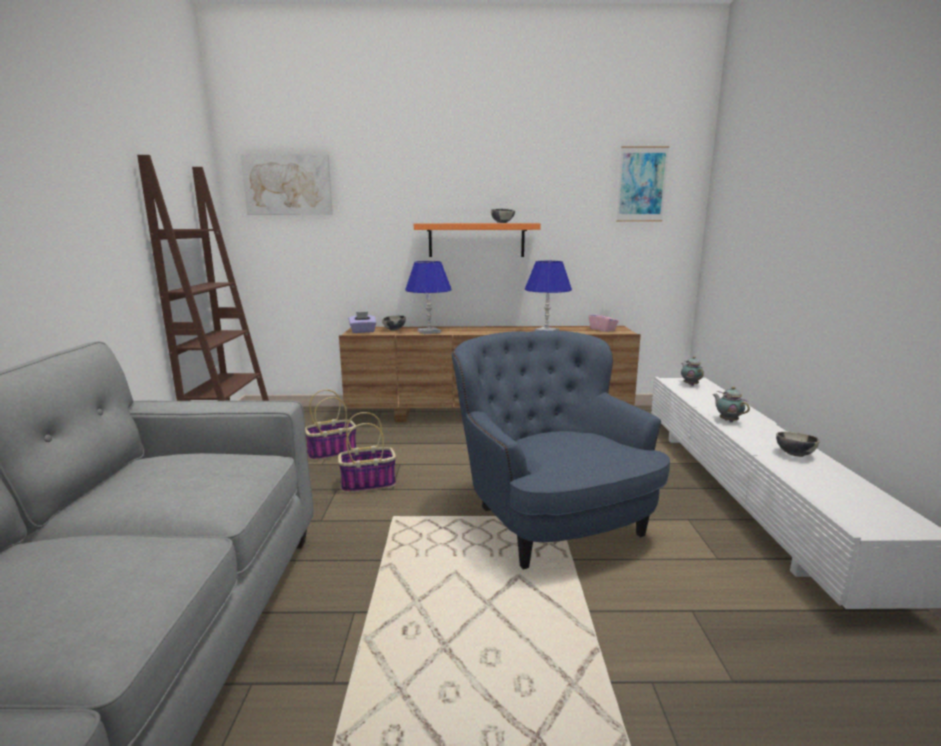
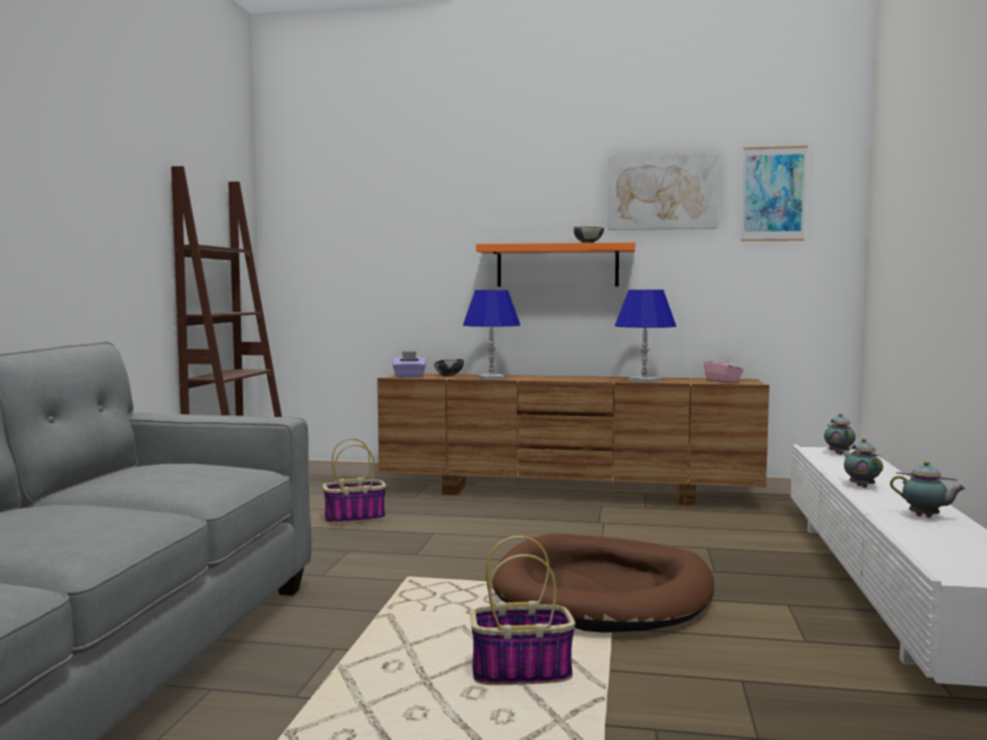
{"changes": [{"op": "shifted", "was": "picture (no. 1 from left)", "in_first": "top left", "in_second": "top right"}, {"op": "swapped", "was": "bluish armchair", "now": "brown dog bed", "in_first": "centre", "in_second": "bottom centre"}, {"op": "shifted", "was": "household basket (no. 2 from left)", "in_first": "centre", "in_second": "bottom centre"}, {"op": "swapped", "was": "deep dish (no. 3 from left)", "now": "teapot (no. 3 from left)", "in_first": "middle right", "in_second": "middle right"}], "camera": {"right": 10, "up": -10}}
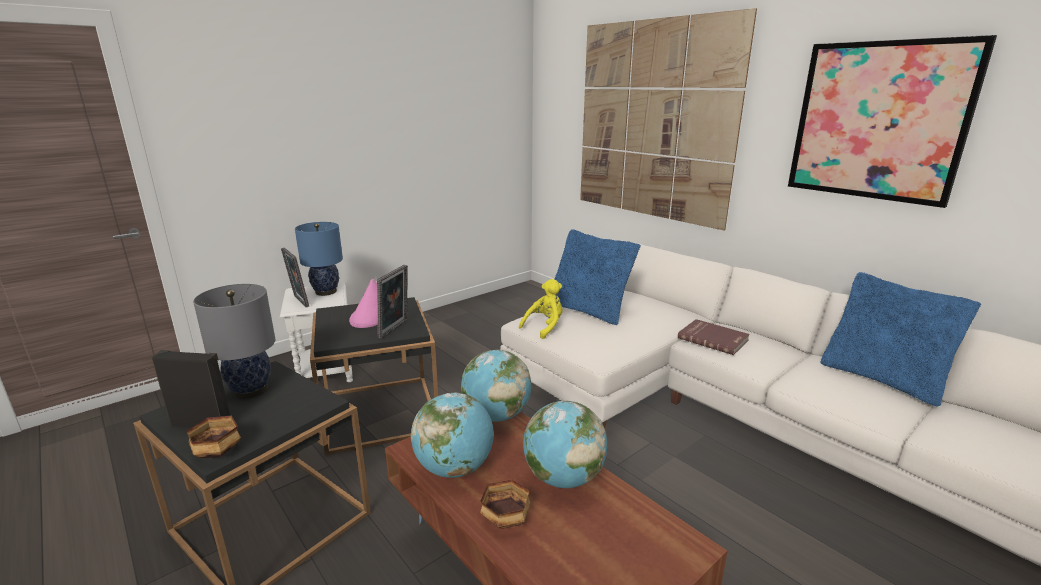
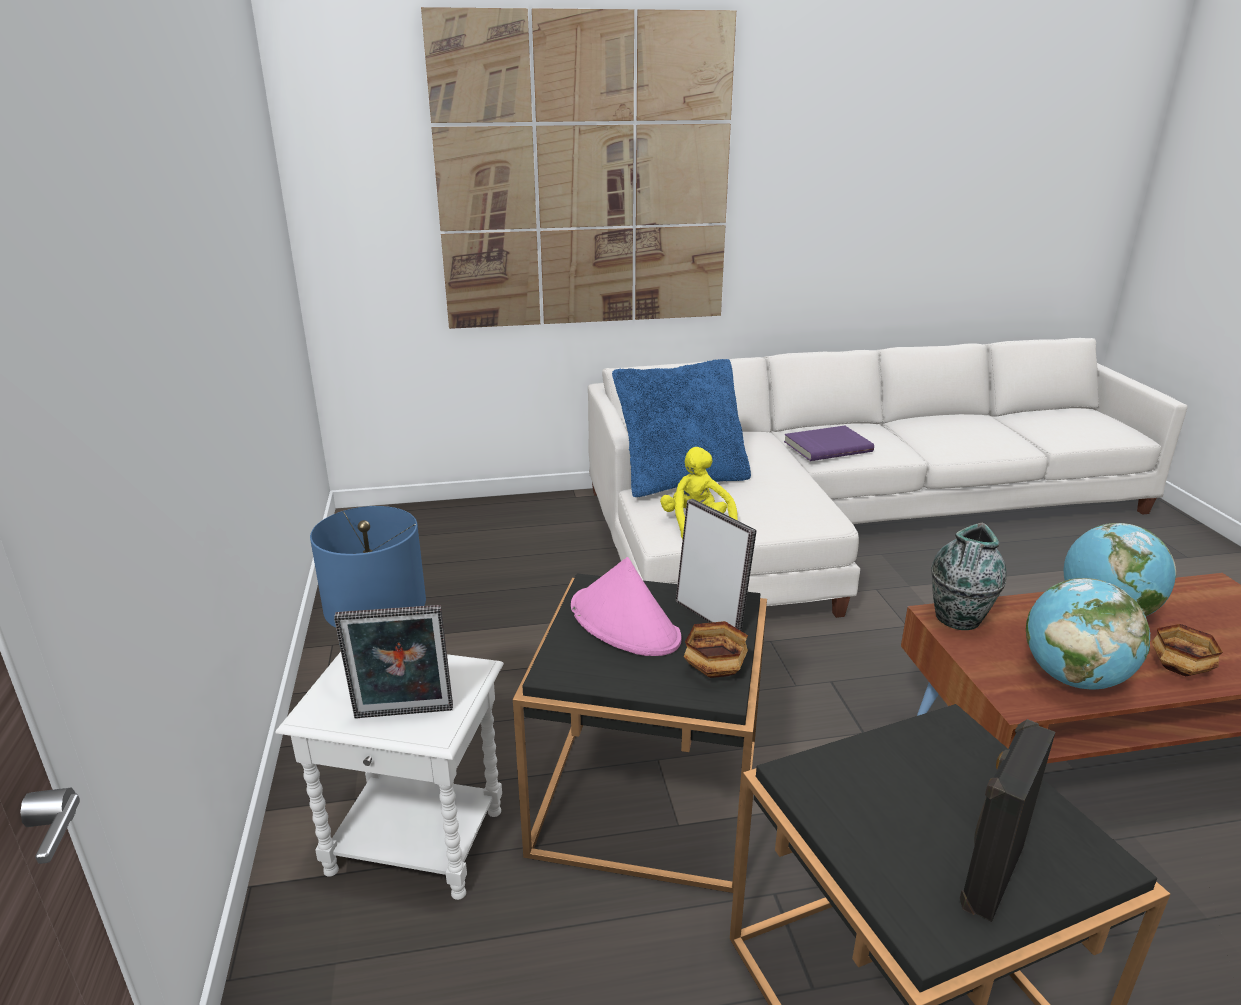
{"changes": [{"op": "gone", "was": "picture (no. 2 from left)", "in_first": "top right"}, {"op": "gone", "was": "bluish pillow (no. 2 from left)", "in_first": "middle right"}, {"op": "gone", "was": "greyish table lamp", "in_first": "middle left"}, {"op": "repainted", "was": "reddish book", "now": "purplish book", "in_first": "middle right", "in_second": "middle right"}, {"op": "swapped", "was": "world globe (no. 2 from left)", "now": "decorative vase", "in_first": "centre", "in_second": "middle right"}, {"op": "shifted", "was": "deep dish (no. 1 from left)", "in_first": "bottom left", "in_second": "centre"}], "camera": {"right": -60, "up": 5}}
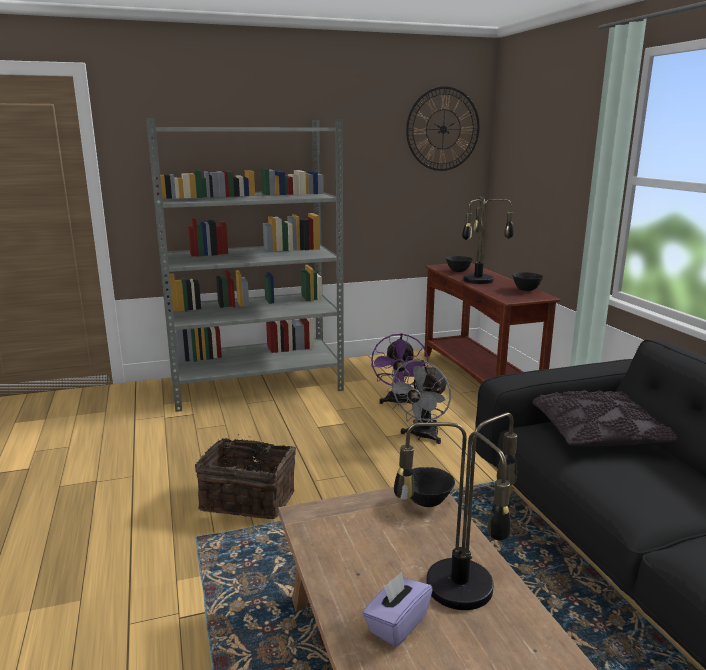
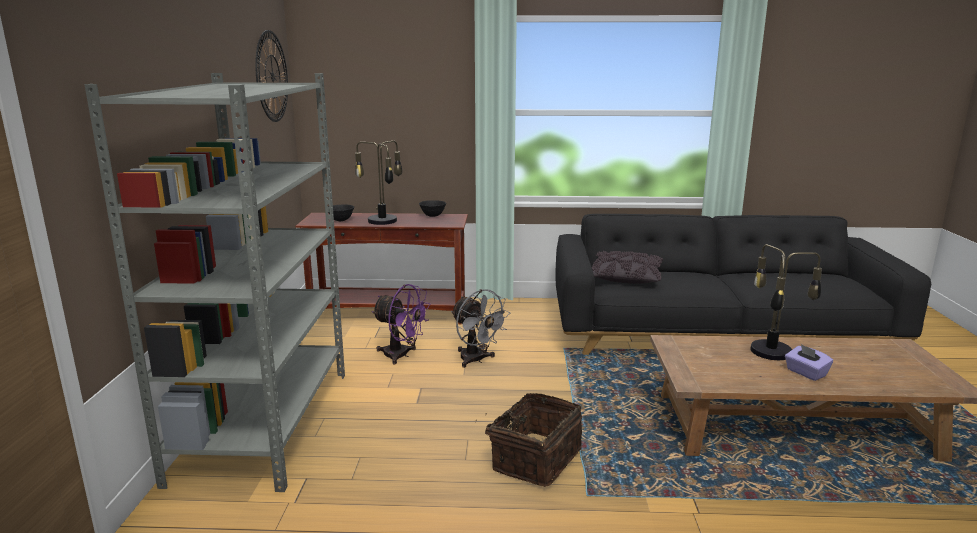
{"changes": [{"op": "gone", "was": "black-coloured deep dish (no. 1 from left)", "in_first": "bottom centre"}], "camera": {"right": -70, "up": 0}}
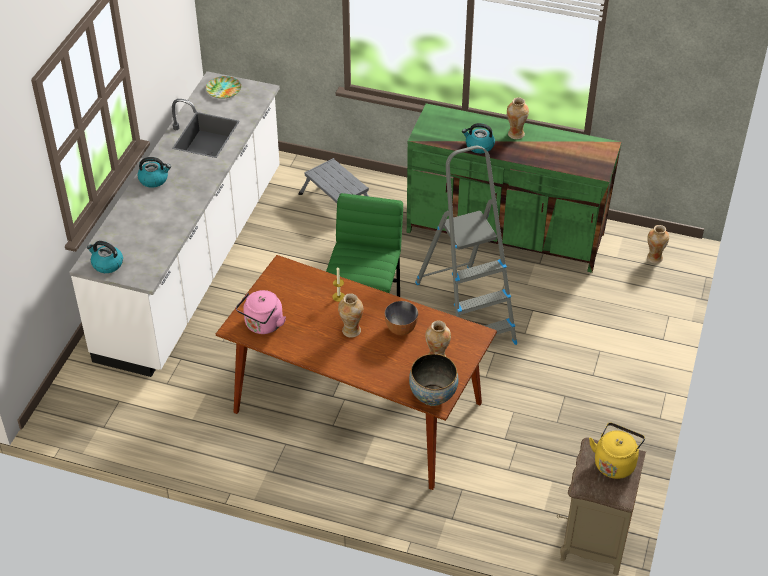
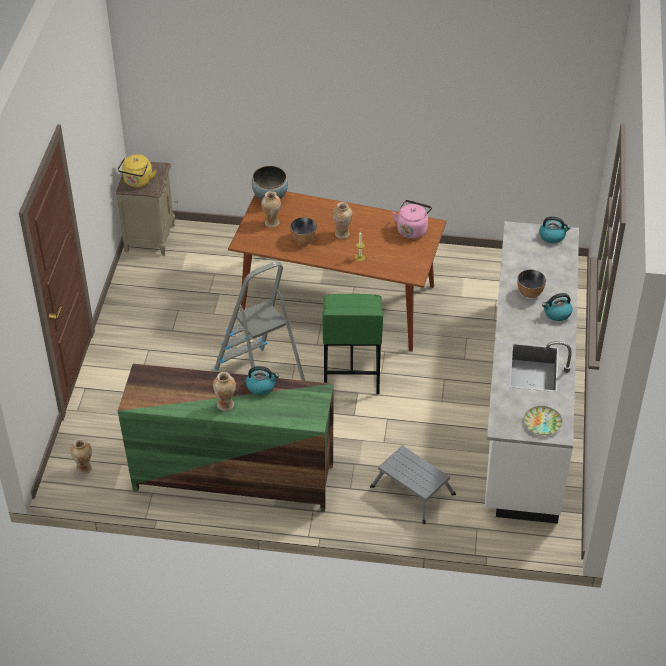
{"changes": [{"op": "new", "now": "deep dish (no. 3 from left)", "in_second": "middle right"}], "camera": {"right": 170, "up": 0}}
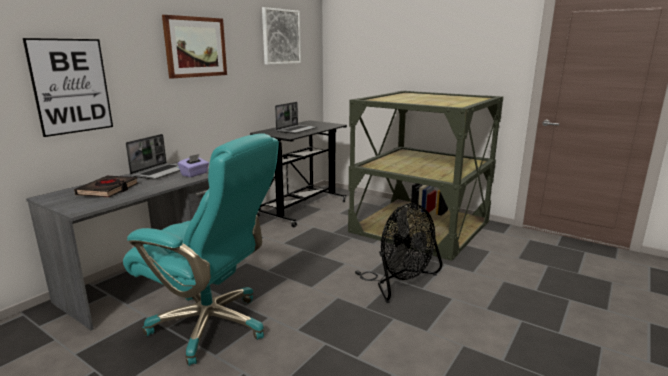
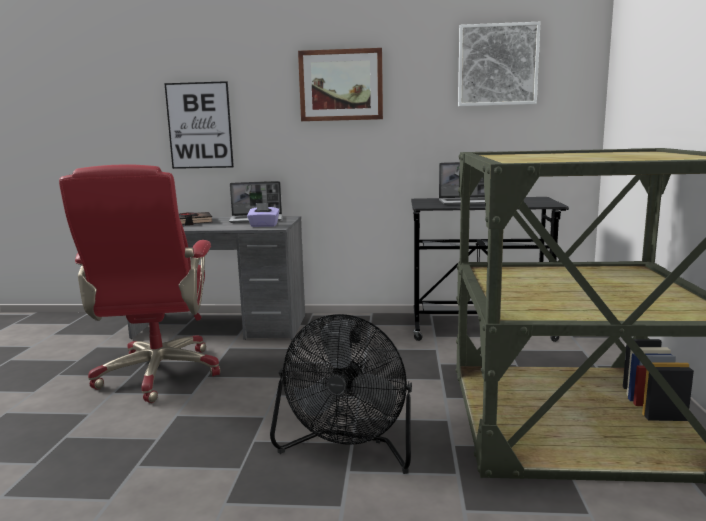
{"changes": [{"op": "repainted", "was": "blue-green desk chair", "now": "reddish desk chair", "in_first": "middle left", "in_second": "middle left"}], "camera": {"right": 60, "up": -5}}
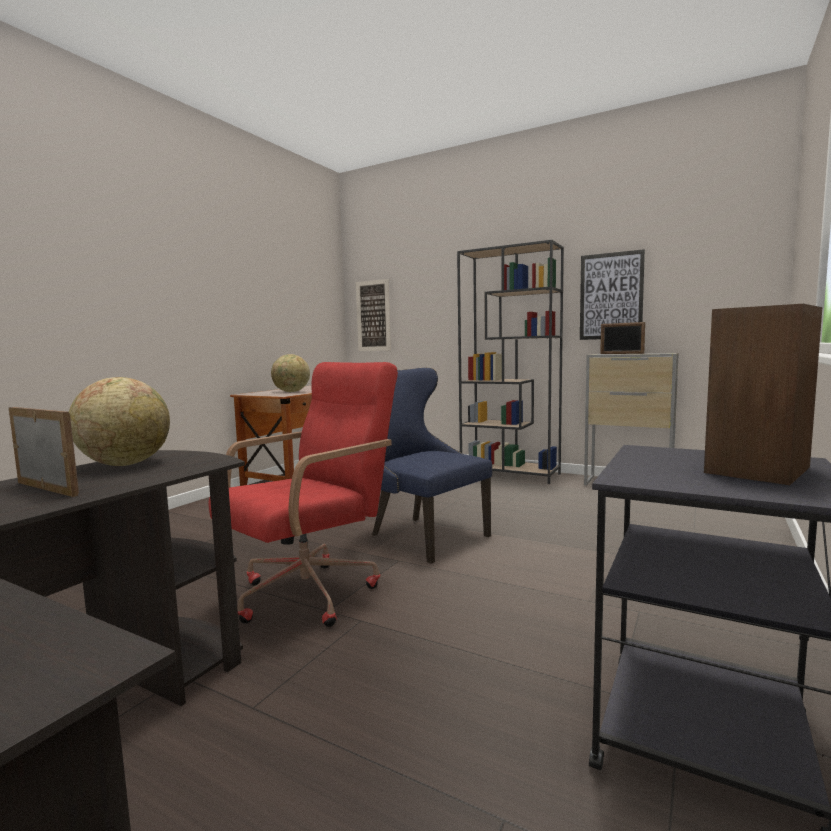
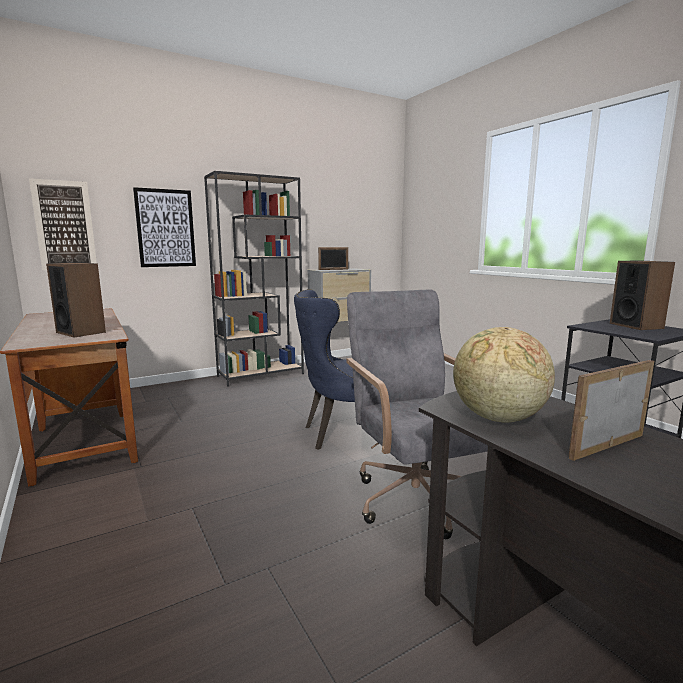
{"changes": [{"op": "shifted", "was": "picture (no. 2 from left)", "in_first": "middle right", "in_second": "top left"}, {"op": "swapped", "was": "world globe (no. 2 from left)", "now": "audio speaker (no. 1 from left)", "in_first": "centre", "in_second": "middle left"}, {"op": "repainted", "was": "reddish desk chair", "now": "greyish desk chair", "in_first": "centre", "in_second": "centre"}], "camera": {"right": -60, "up": 5}}
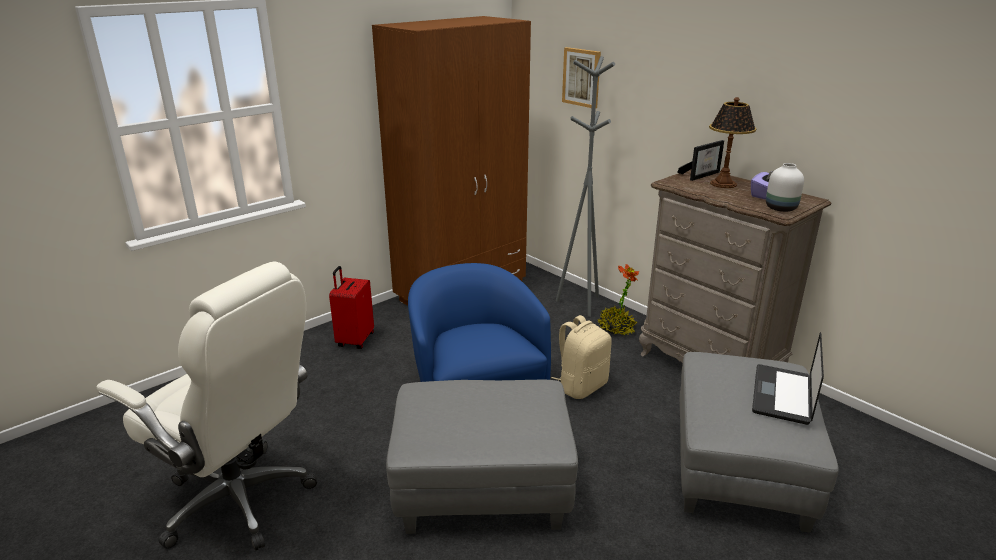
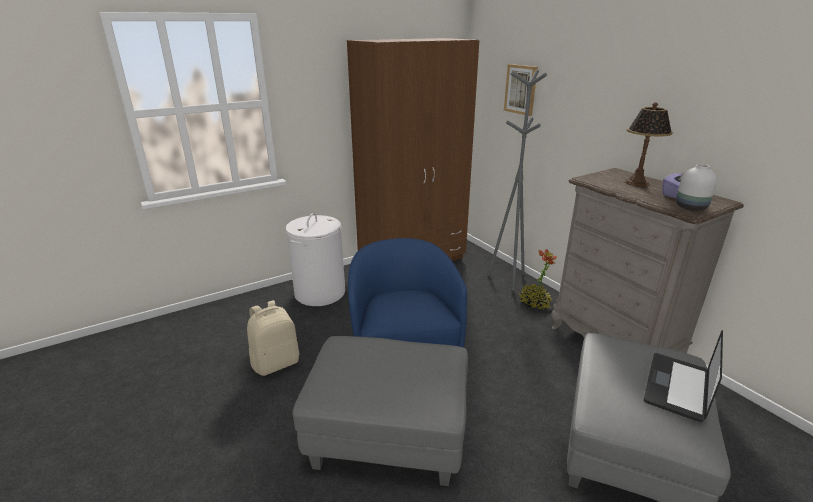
{"changes": [{"op": "gone", "was": "standing frame", "in_first": "top right"}, {"op": "gone", "was": "whitish desk chair", "in_first": "bottom left"}, {"op": "swapped", "was": "reddish travel case", "now": "whitish washing basket", "in_first": "centre", "in_second": "centre"}, {"op": "shifted", "was": "beige-coloured knapsack", "in_first": "centre", "in_second": "bottom centre"}], "camera": {"right": 10, "up": 0}}
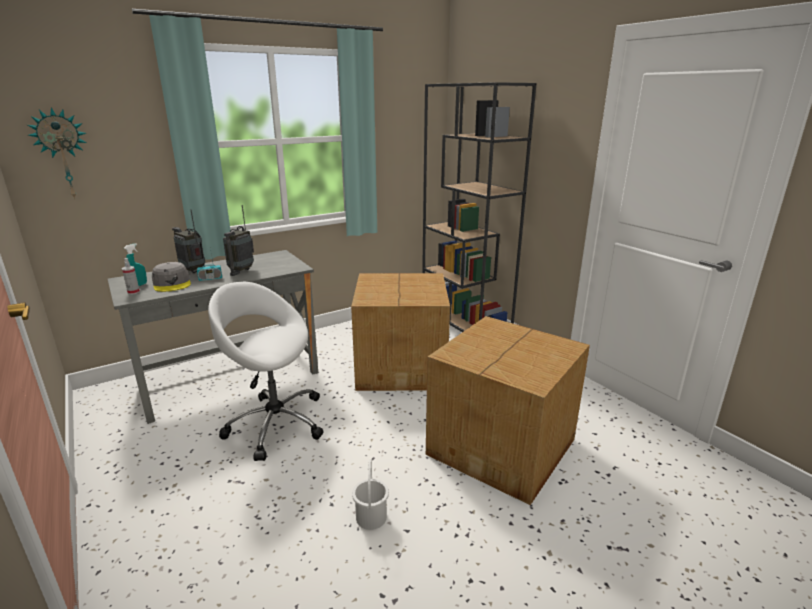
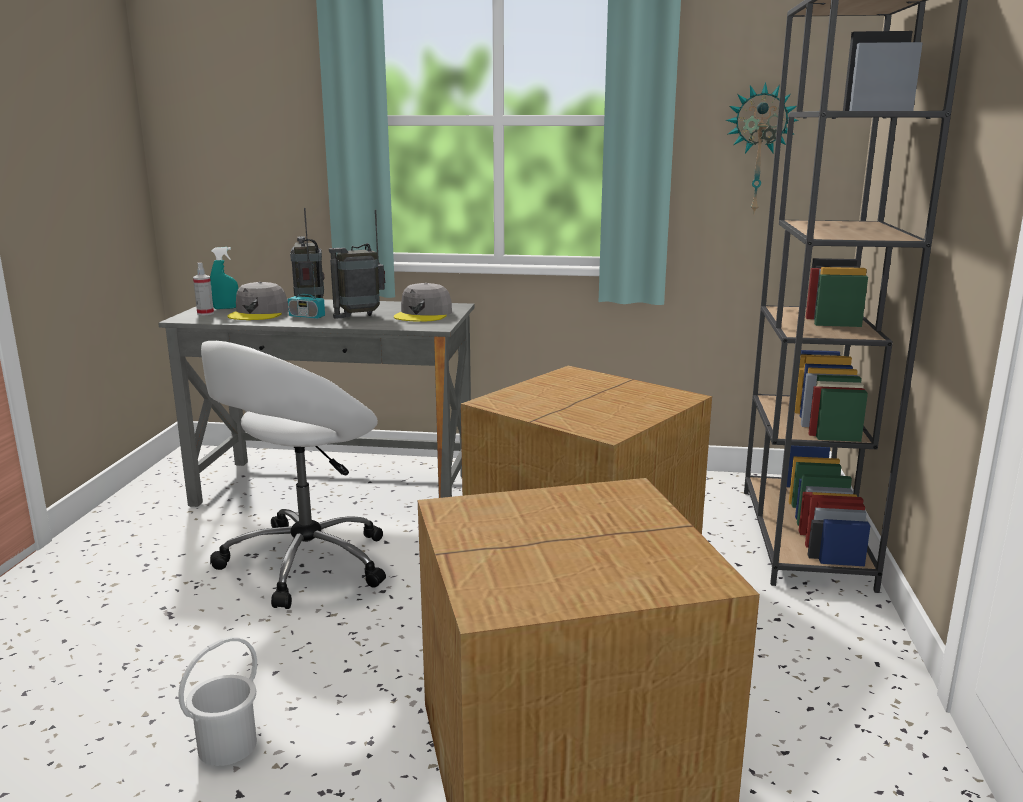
{"changes": [{"op": "shifted", "was": "clock on the wall", "in_first": "top left", "in_second": "top right"}, {"op": "rotated", "was": "whitish desk chair", "in_first": "middle left", "in_second": "middle left", "clockwise": -105}, {"op": "new", "now": "greyish cap (no. 2 from left)", "in_second": "centre"}], "camera": {"right": 40, "up": -5}}
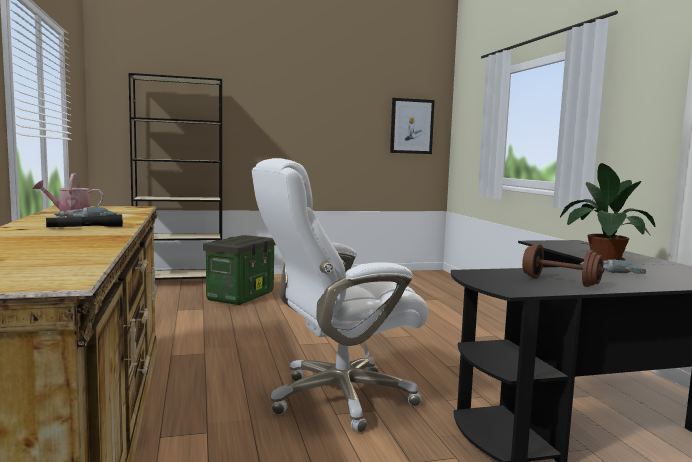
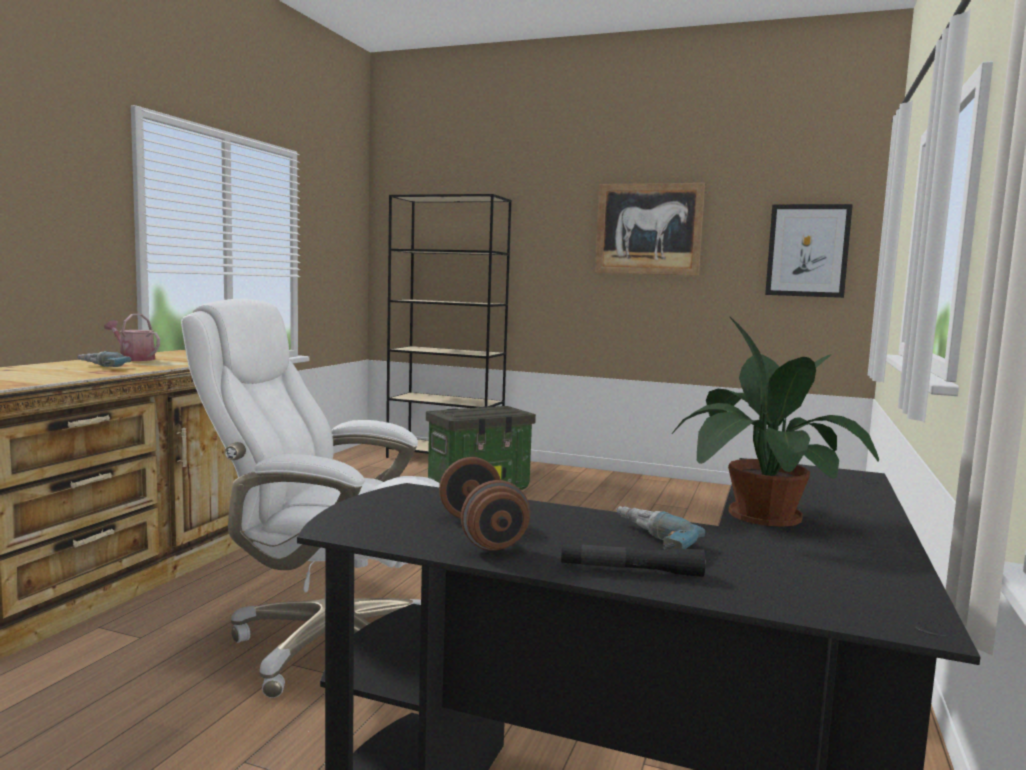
{"changes": [{"op": "shifted", "was": "black-coloured hand torch", "in_first": "middle left", "in_second": "bottom centre"}, {"op": "new", "now": "picture (no. 1 from left)", "in_second": "top centre"}], "camera": {"right": 35, "up": 0}}
